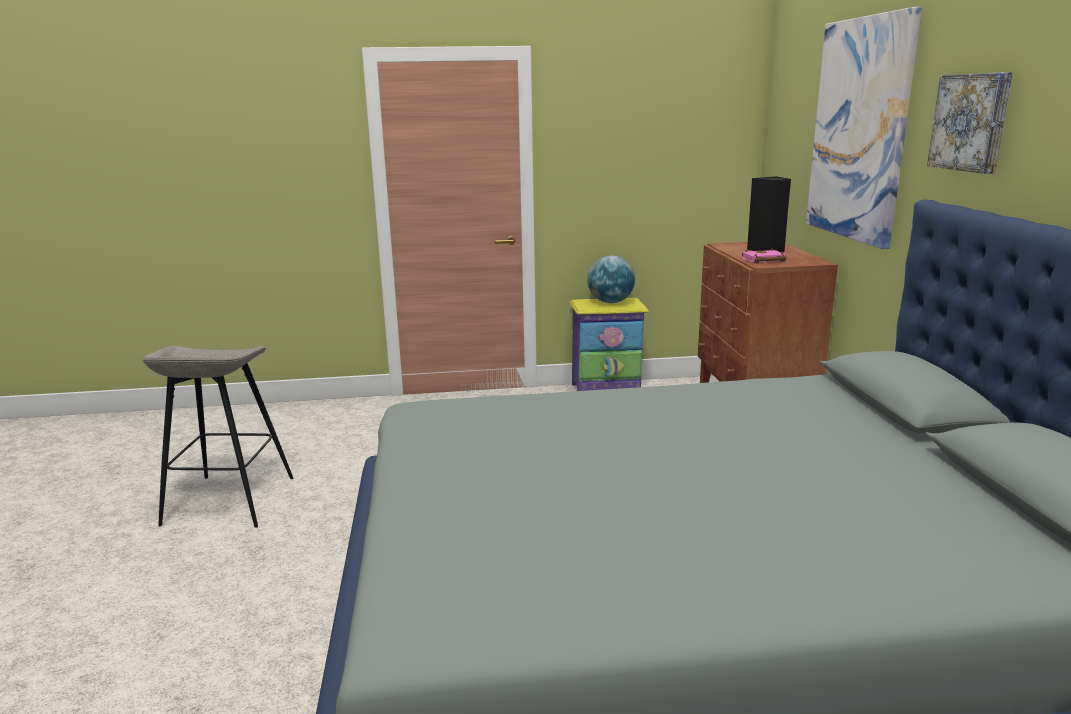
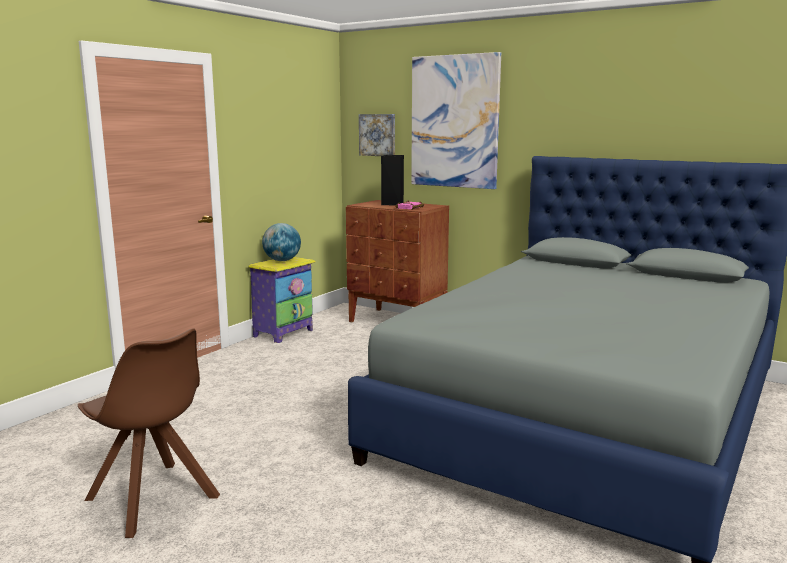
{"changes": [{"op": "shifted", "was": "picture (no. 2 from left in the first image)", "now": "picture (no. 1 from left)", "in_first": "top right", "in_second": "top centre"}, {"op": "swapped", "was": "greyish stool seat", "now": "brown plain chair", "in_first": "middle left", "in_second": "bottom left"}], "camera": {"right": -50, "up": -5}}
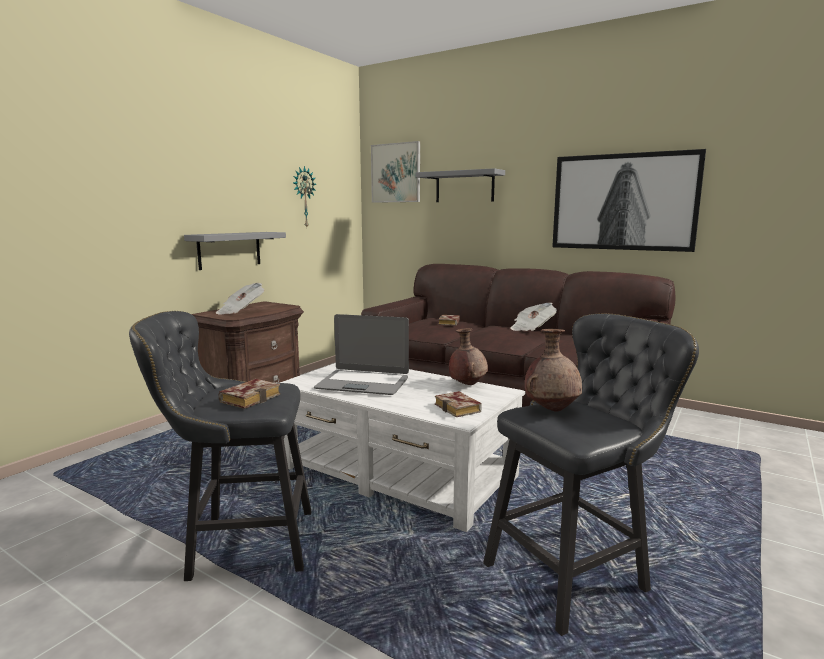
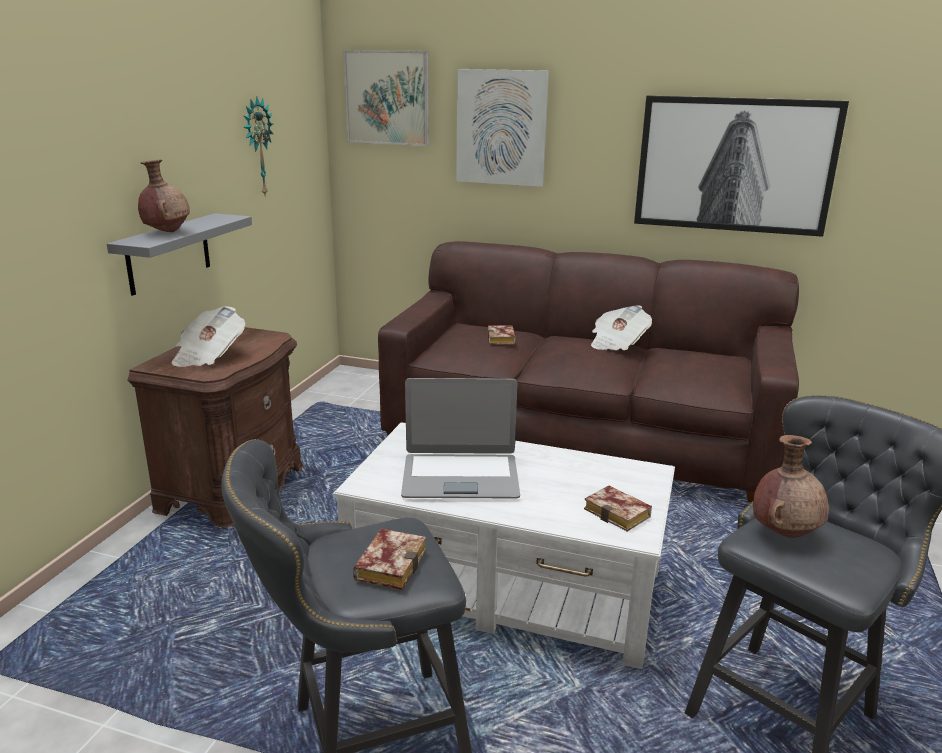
{"changes": [{"op": "swapped", "was": "greyish shelf (no. 2 from left)", "now": "picture (no. 2 from left)", "in_first": "top centre", "in_second": "top centre"}, {"op": "shifted", "was": "brown decorative vase (no. 1 from left)", "in_first": "centre", "in_second": "top left"}], "camera": {"right": -15, "up": 10}}
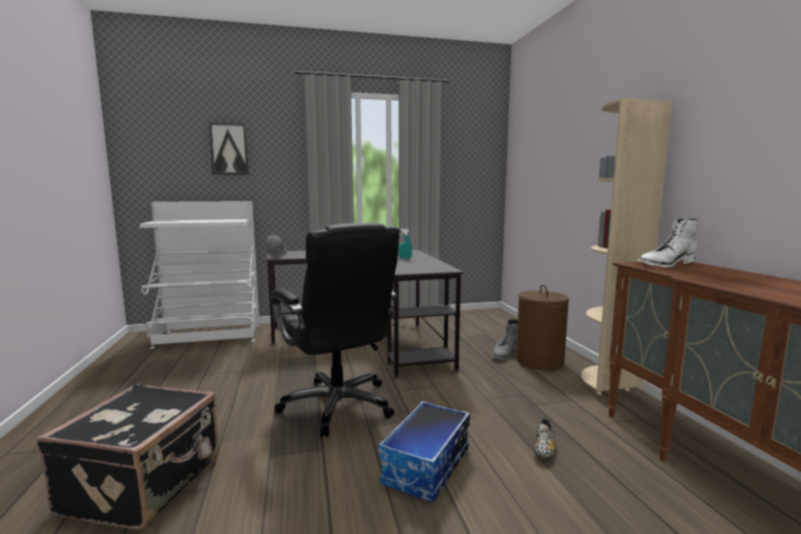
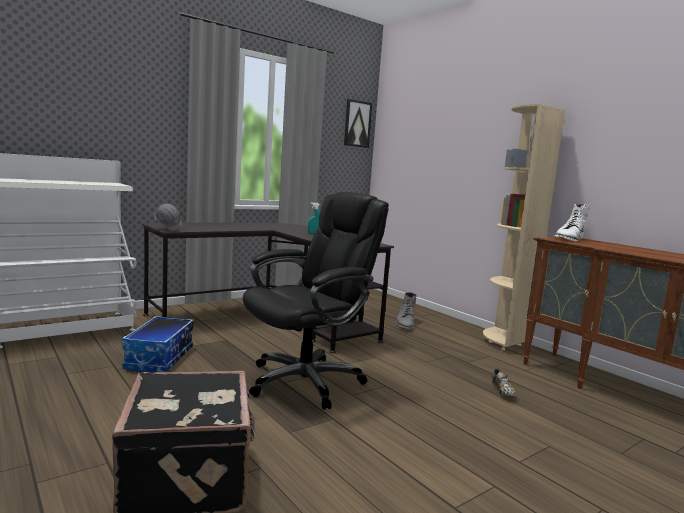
{"changes": [{"op": "shifted", "was": "picture", "in_first": "top left", "in_second": "top centre"}, {"op": "rotated", "was": "black-coloured desk chair", "in_first": "centre", "in_second": "centre", "clockwise": -75}, {"op": "gone", "was": "brown washing basket", "in_first": "middle right"}, {"op": "shifted", "was": "storage box", "in_first": "bottom centre", "in_second": "bottom left"}], "camera": {"right": -25, "up": 0}}
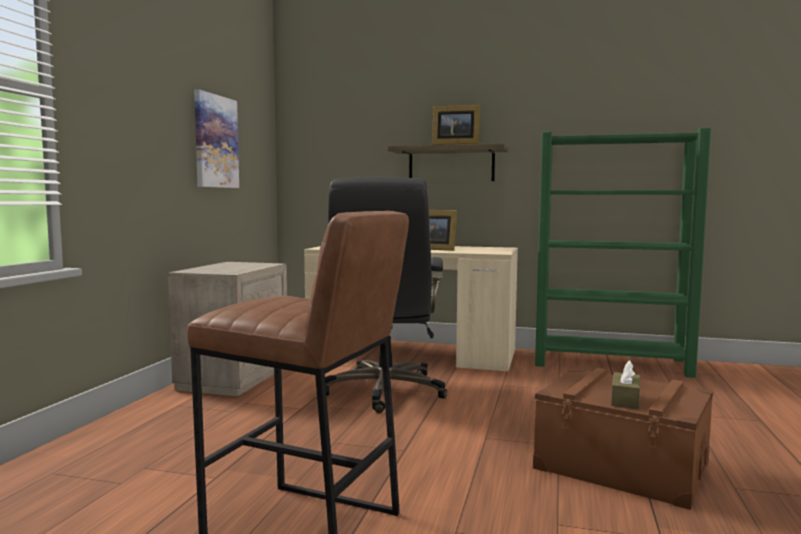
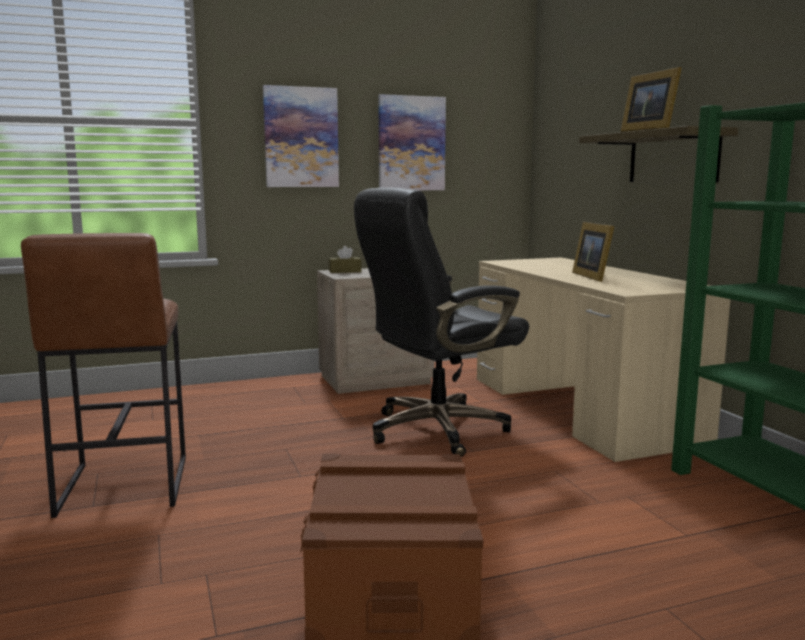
{"changes": [{"op": "shifted", "was": "brown box of tissues", "in_first": "bottom right", "in_second": "centre"}, {"op": "new", "now": "picture (no. 1 from left)", "in_second": "top centre"}], "camera": {"right": 55, "up": 5}}
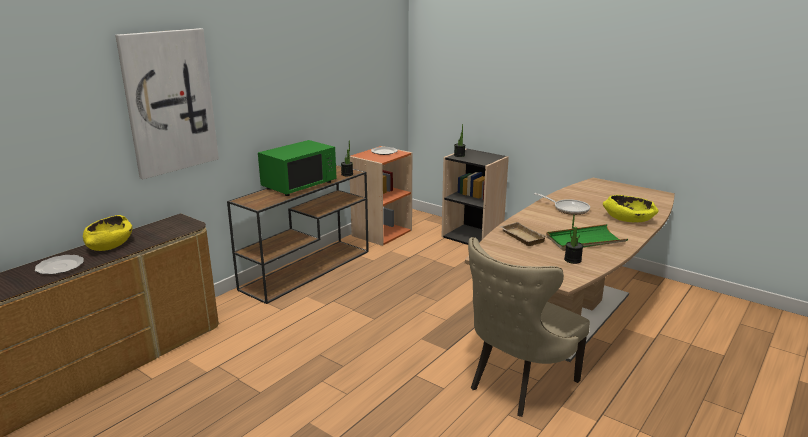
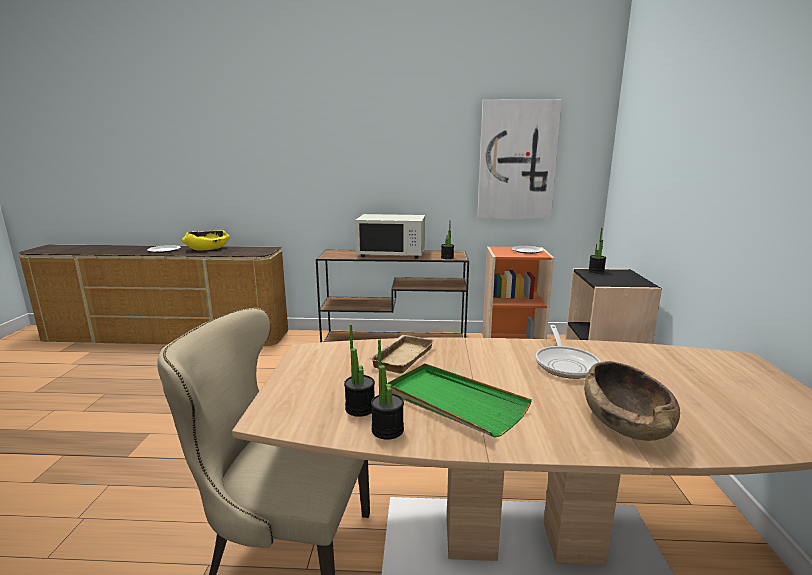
{"changes": [{"op": "shifted", "was": "picture", "in_first": "top left", "in_second": "top centre"}, {"op": "repainted", "was": "greenish kitchen microwave", "now": "whitish kitchen microwave", "in_first": "centre", "in_second": "centre"}, {"op": "repainted", "was": "yellow-coloured deep dish (no. 2 from left)", "now": "brown deep dish", "in_first": "middle right", "in_second": "bottom right"}, {"op": "new", "now": "potted plant (no. 2 from left)", "in_second": "bottom centre"}], "camera": {"right": 55, "up": -5}}
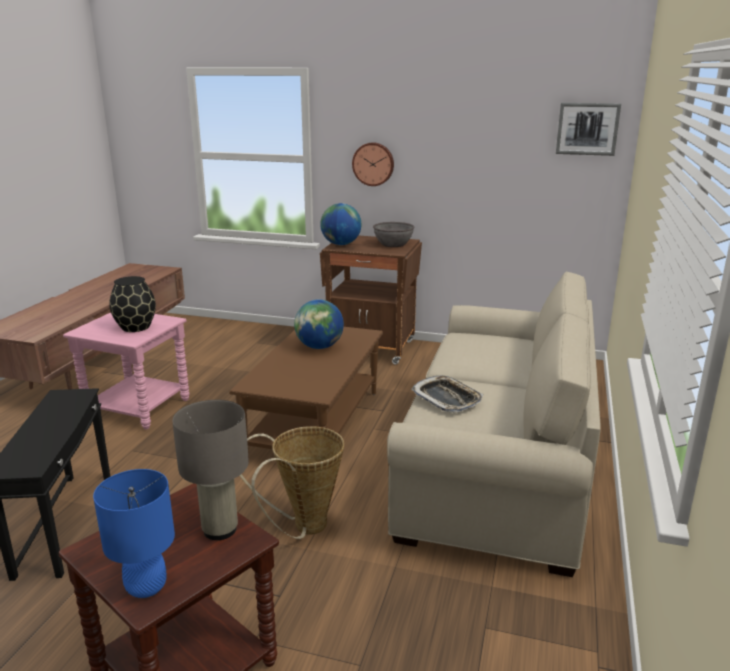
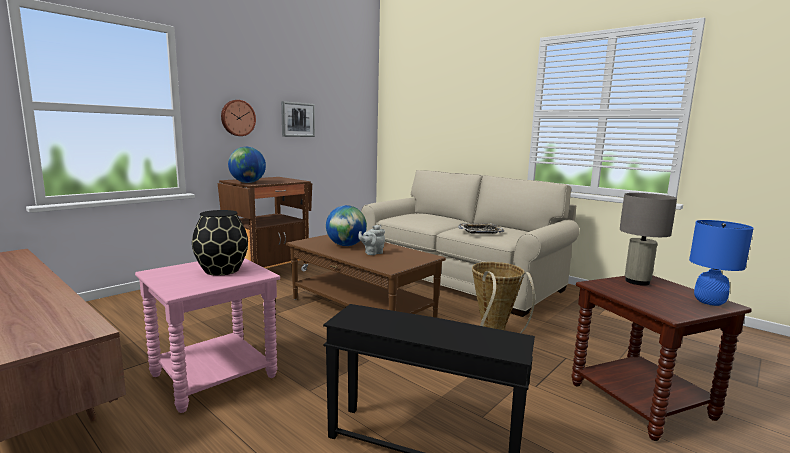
{"changes": [{"op": "shifted", "was": "picture", "in_first": "top right", "in_second": "top centre"}, {"op": "gone", "was": "greyish deep dish", "in_first": "centre"}, {"op": "new", "now": "greyish teapot", "in_second": "centre"}], "camera": {"right": -65, "up": -10}}
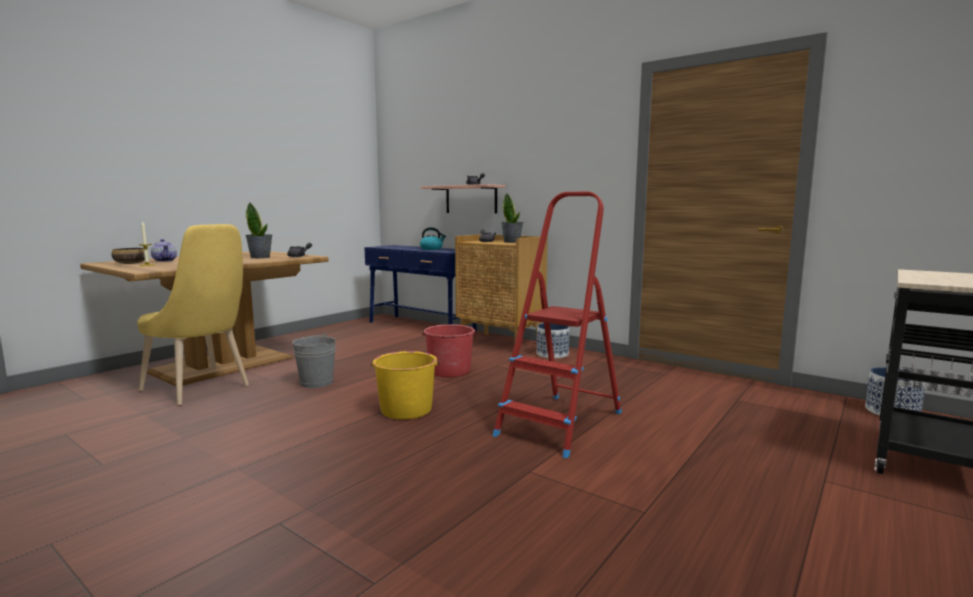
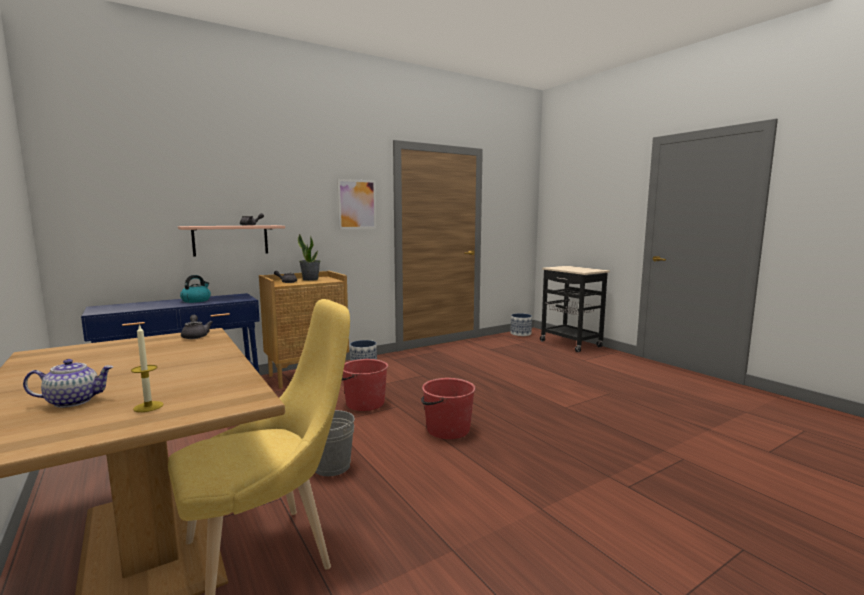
{"changes": [{"op": "gone", "was": "reddish step ladder", "in_first": "centre"}, {"op": "gone", "was": "potted plant (no. 1 from left)", "in_first": "middle left"}, {"op": "gone", "was": "deep dish", "in_first": "middle left"}, {"op": "repainted", "was": "yellow-coloured pail", "now": "reddish pail (no. 2 from left)", "in_first": "centre", "in_second": "bottom centre"}, {"op": "new", "now": "picture", "in_second": "centre"}], "camera": {"right": -70, "up": 0}}
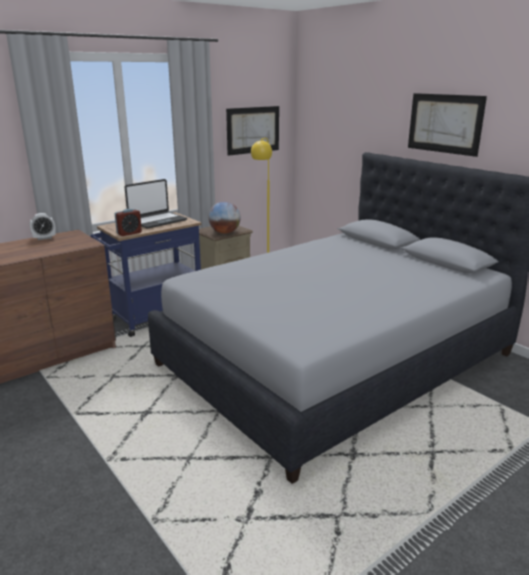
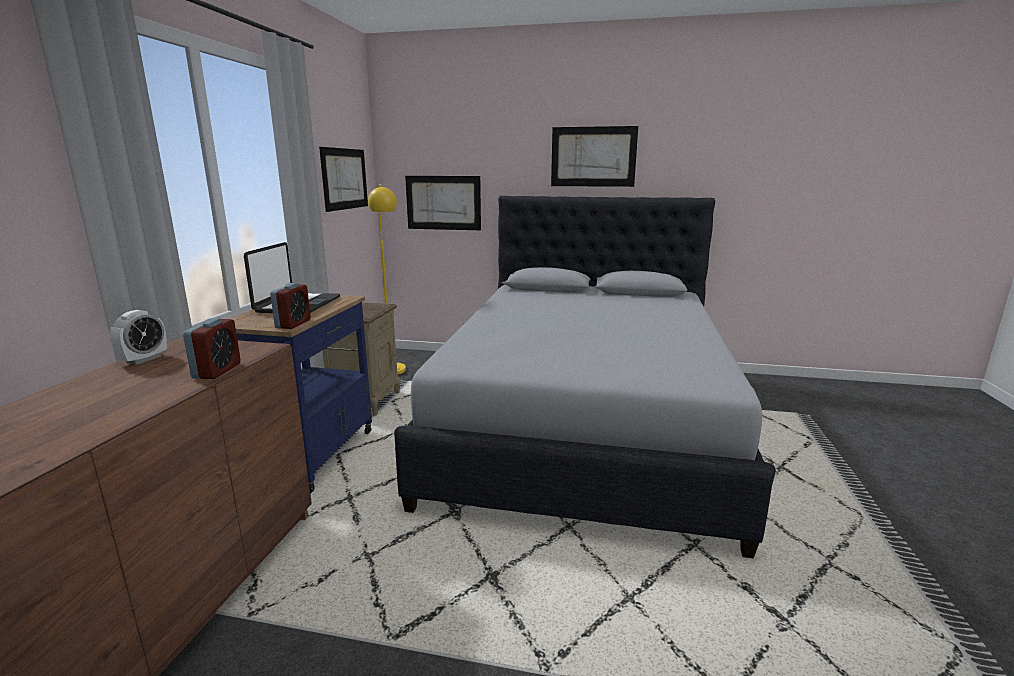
{"changes": [{"op": "gone", "was": "world globe", "in_first": "centre"}, {"op": "new", "now": "picture (no. 2 from left)", "in_second": "top centre"}, {"op": "new", "now": "alarm clock (no. 2 from left)", "in_second": "middle left"}], "camera": {"right": -40, "up": -5}}
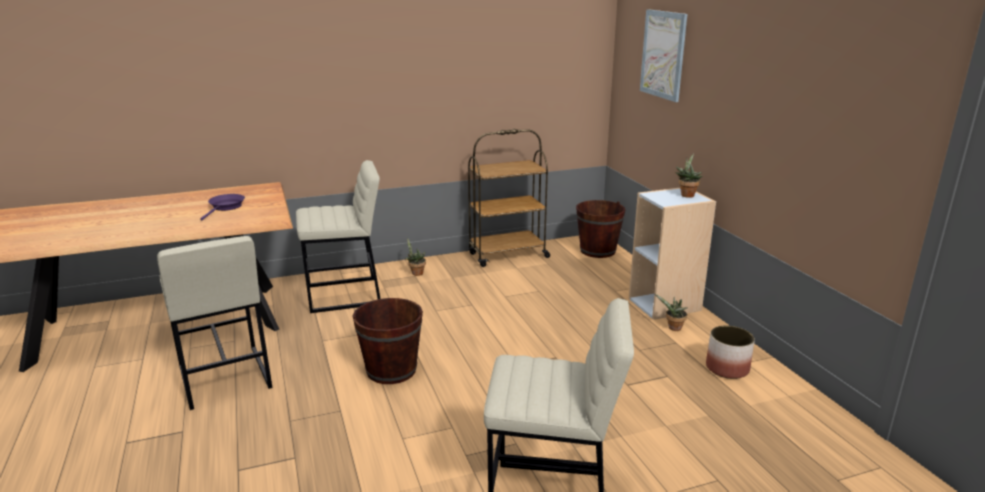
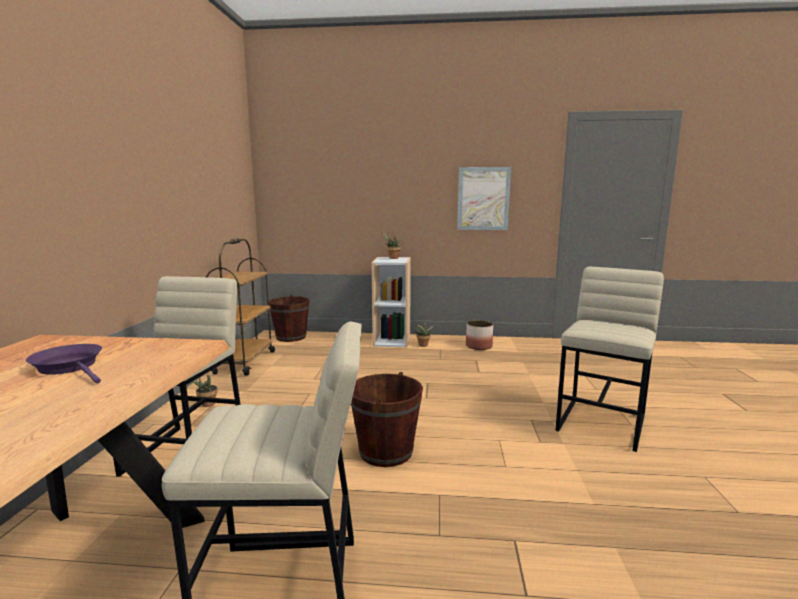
{"changes": [{"op": "shifted", "was": "picture", "in_first": "top right", "in_second": "top centre"}], "camera": {"right": -65, "up": -10}}
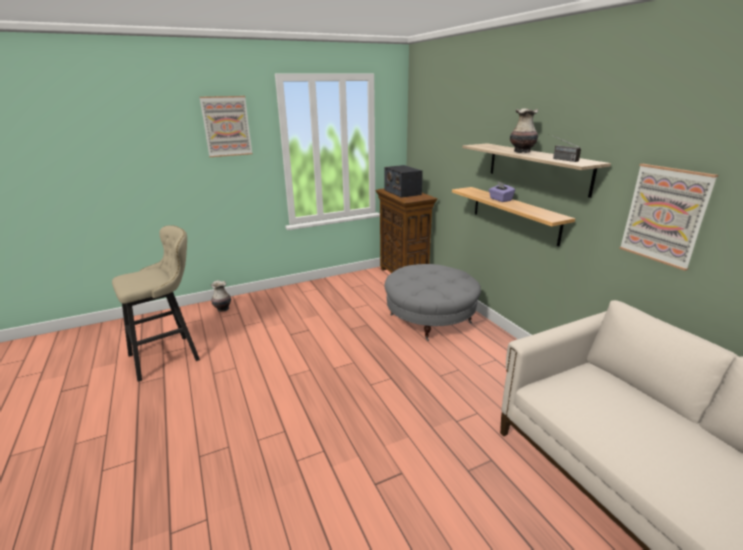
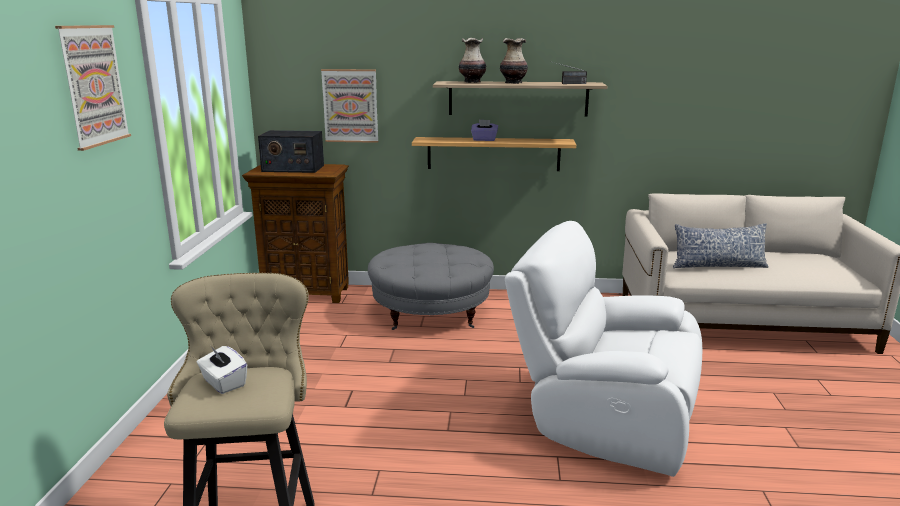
{"changes": [{"op": "shifted", "was": "picture (no. 2 from left)", "in_first": "middle right", "in_second": "top centre"}, {"op": "shifted", "was": "decorative vase (no. 1 from left)", "in_first": "middle left", "in_second": "top centre"}, {"op": "new", "now": "whitish armchair", "in_second": "bottom right"}, {"op": "new", "now": "pillow", "in_second": "middle right"}, {"op": "new", "now": "whitish box of tissues", "in_second": "bottom left"}], "camera": {"right": -60, "up": -5}}
